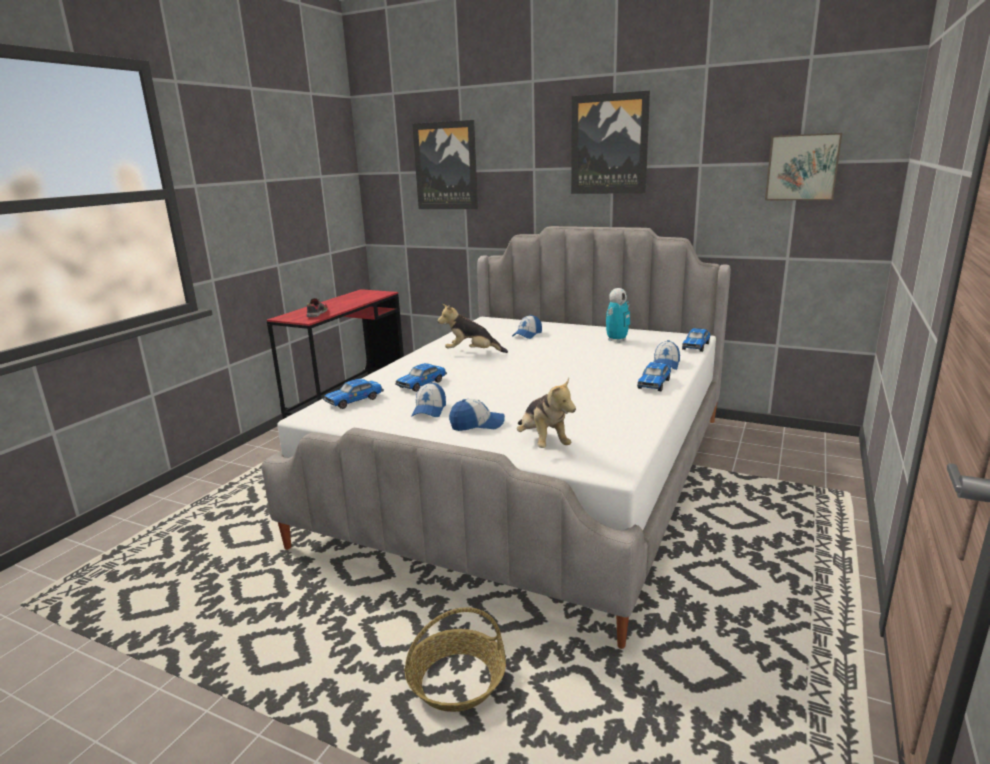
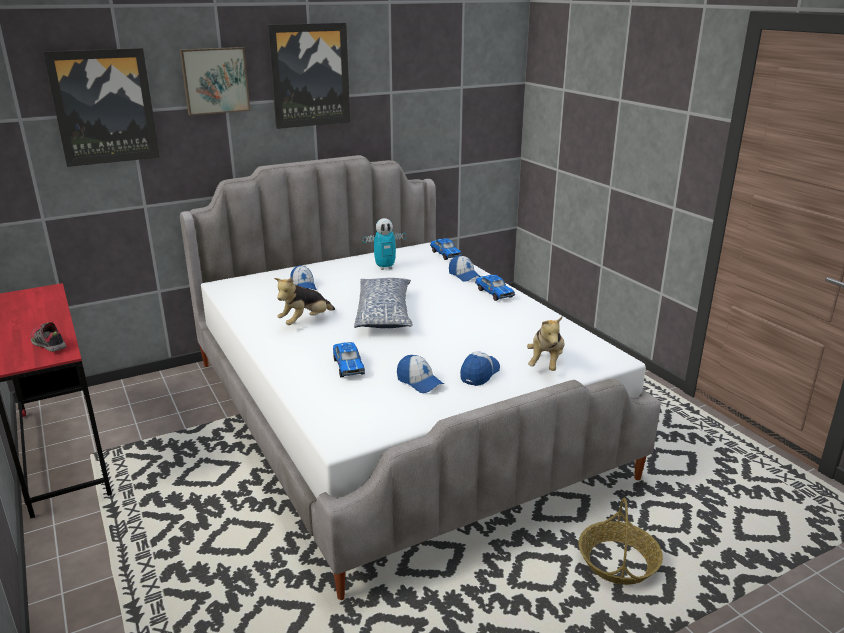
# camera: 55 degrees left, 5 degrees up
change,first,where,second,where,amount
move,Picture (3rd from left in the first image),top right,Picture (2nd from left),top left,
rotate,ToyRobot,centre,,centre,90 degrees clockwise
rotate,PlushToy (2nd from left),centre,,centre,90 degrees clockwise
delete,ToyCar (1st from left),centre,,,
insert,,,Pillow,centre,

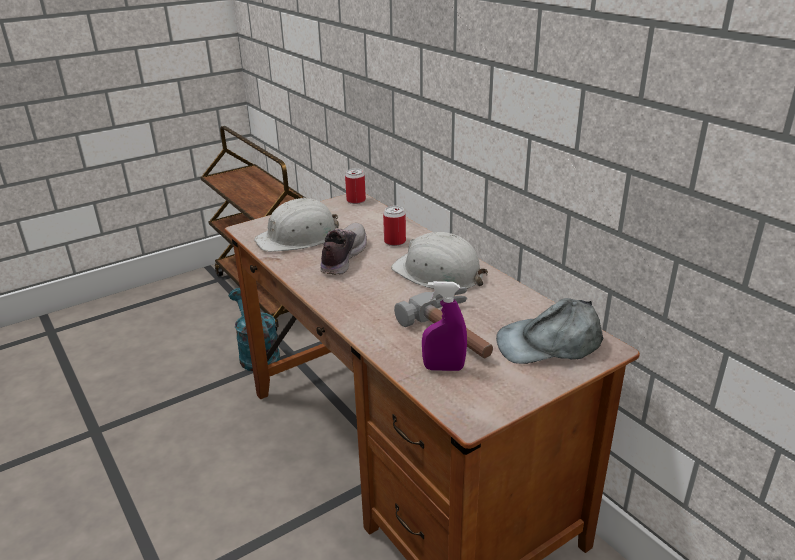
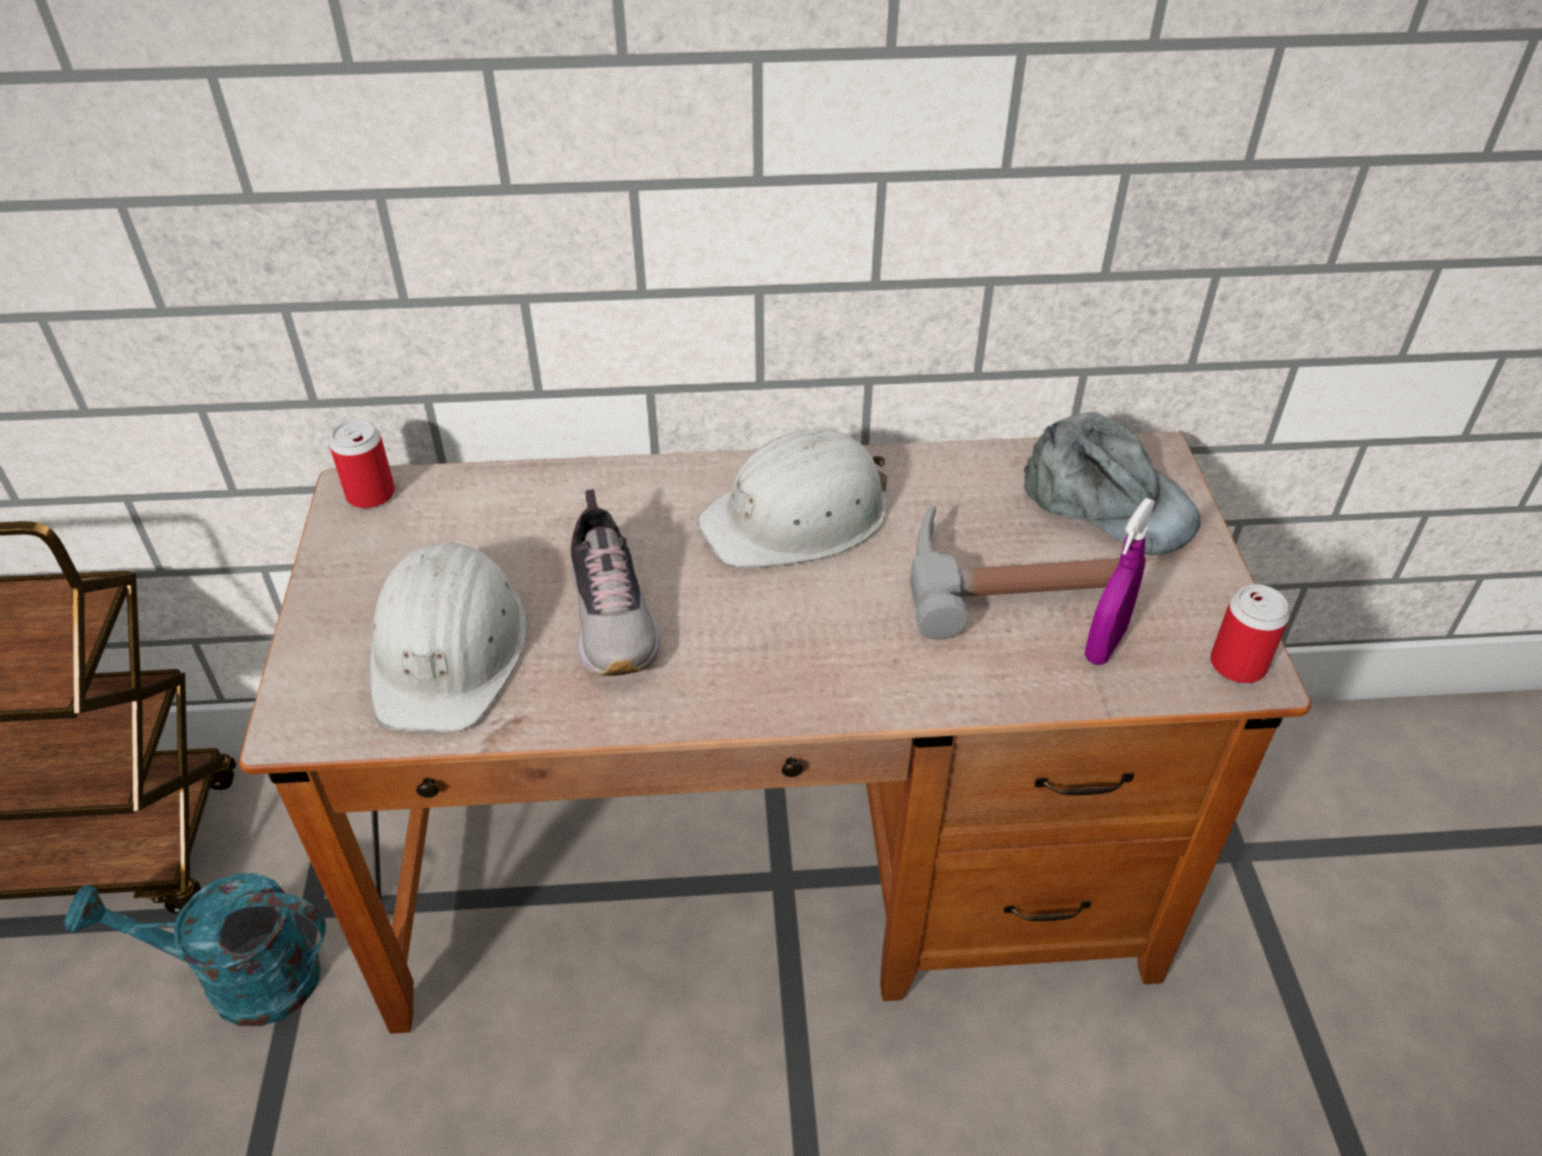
# camera: 60 degrees left, 15 degrees up
change,first,where,second,where,amount
move,Can (2nd from left),centre,,middle right,
rotate,Shoe,centre,,centre,150 degrees counterclockwise
rotate,GreyCap,middle right,,middle right,75 degrees counterclockwise

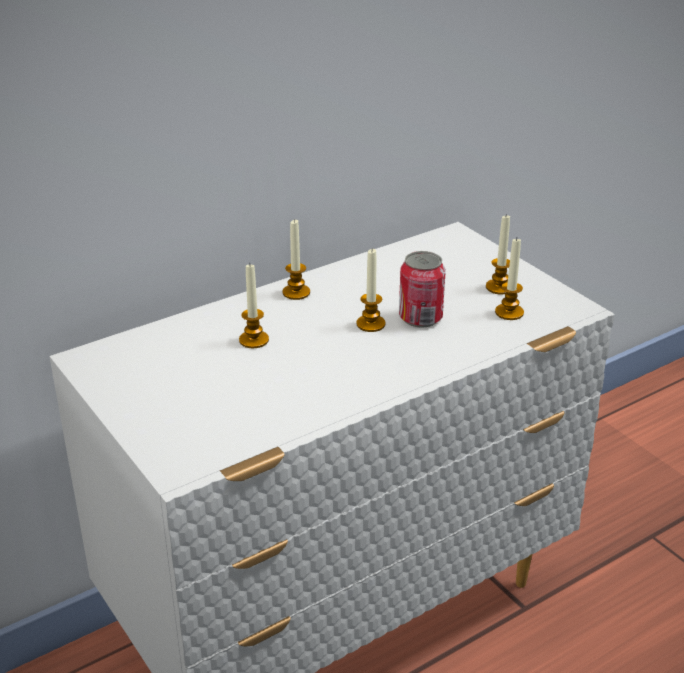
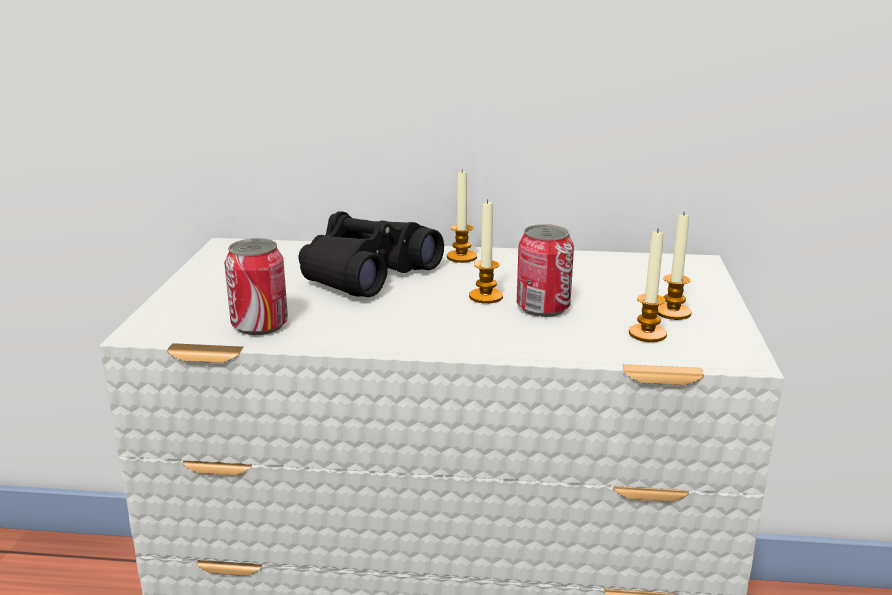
# camera: 40 degrees right, 10 degrees down
change,first,where,second,where,amount
replace,Candle (1st from left),centre,BlackBinoculars,centre,
insert,,,Can (1st from left),middle left,

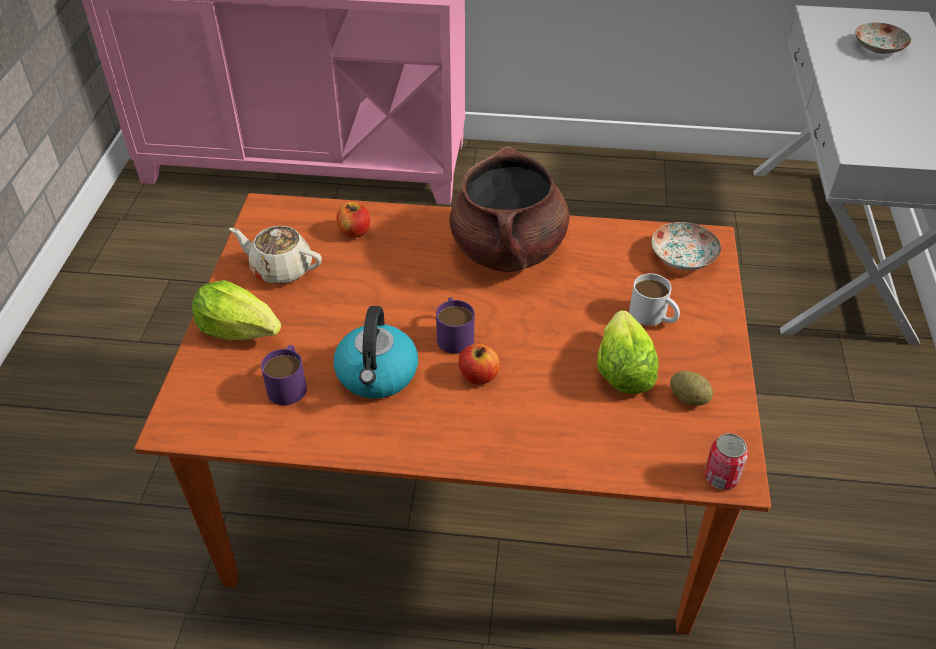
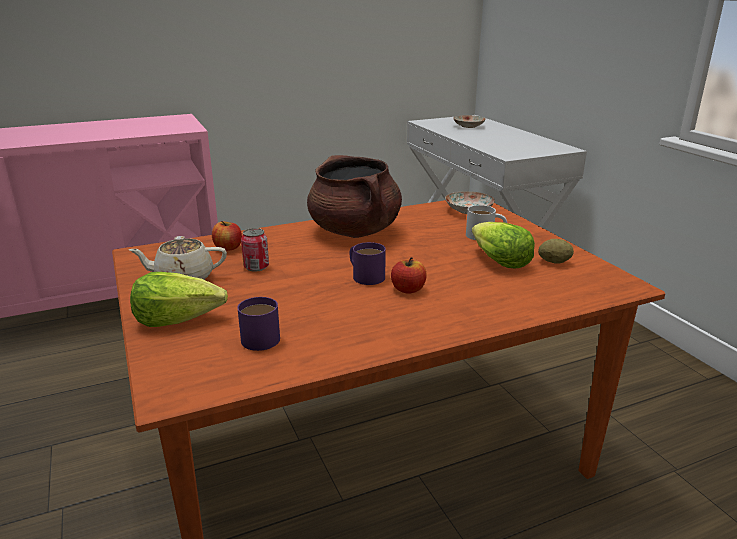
# camera: 30 degrees left, 20 degrees down
change,first,where,second,where,amount
delete,Kettle,centre,,,
move,Can,bottom right,,centre,

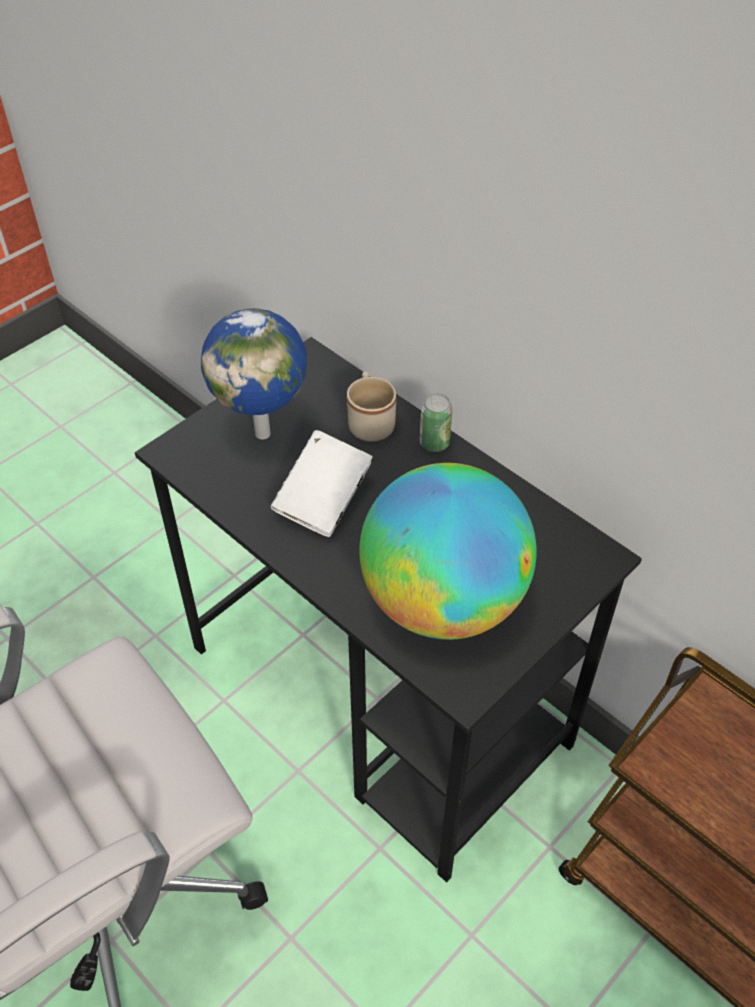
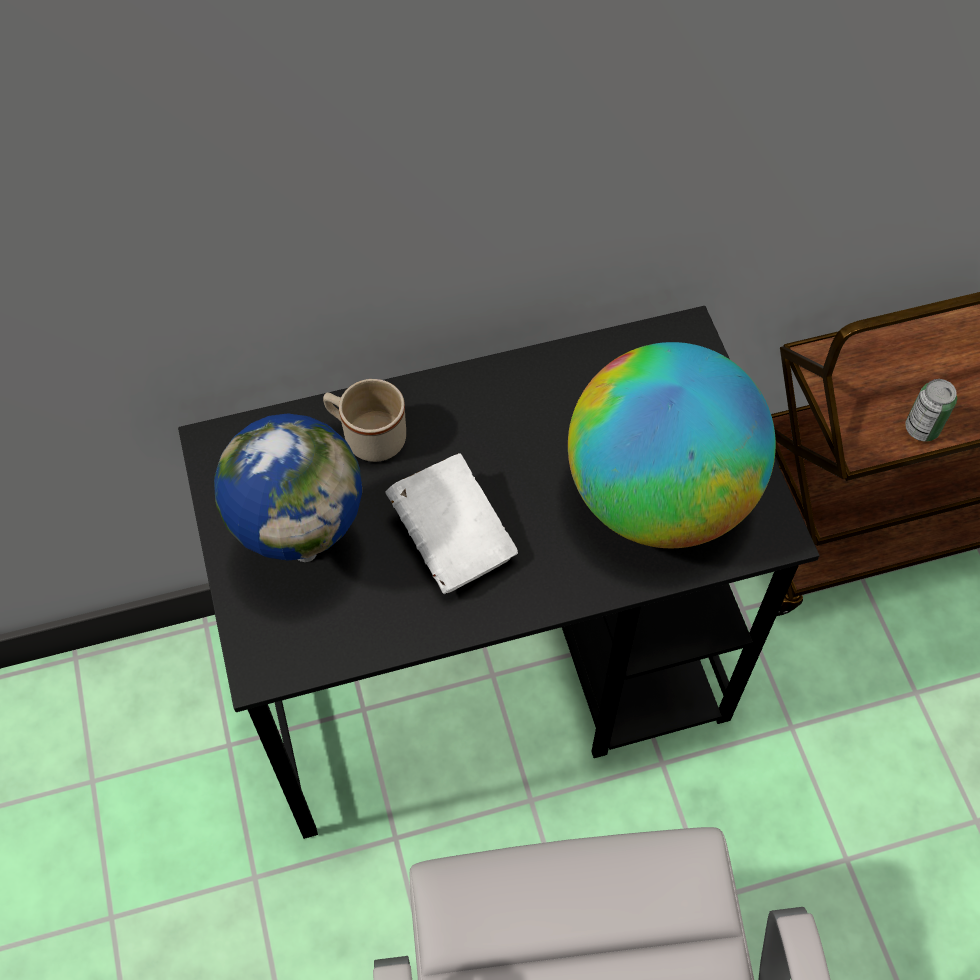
# camera: 60 degrees left, 10 degrees up
change,first,where,second,where,amount
move,Can,centre,,middle right,

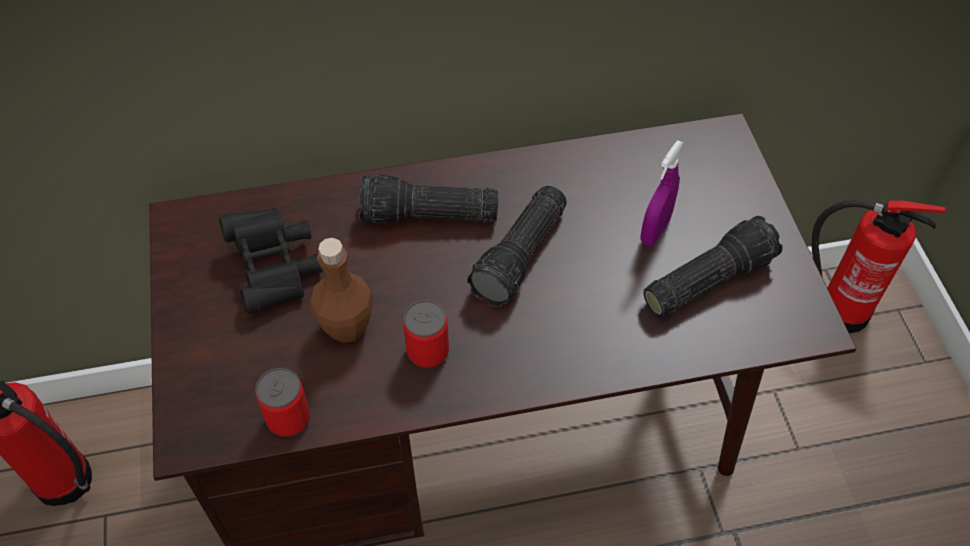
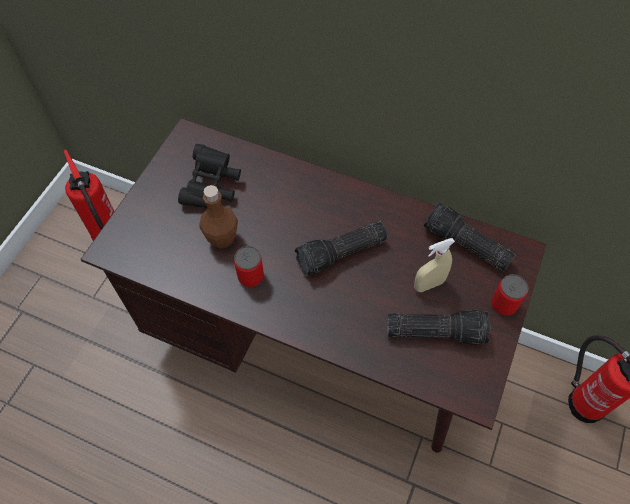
# camera: 35 degrees right, 5 degrees up
change,first,where,second,where,amount
recolor,PurpleSprayBottle,middle right,BeigeSprayBottle,middle right,
move,Flashlight (1st from left in the first image),centre,Flashlight (3rd from left),middle right,
move,Can (1st from left in the first image),bottom left,Can (2nd from left),middle right,

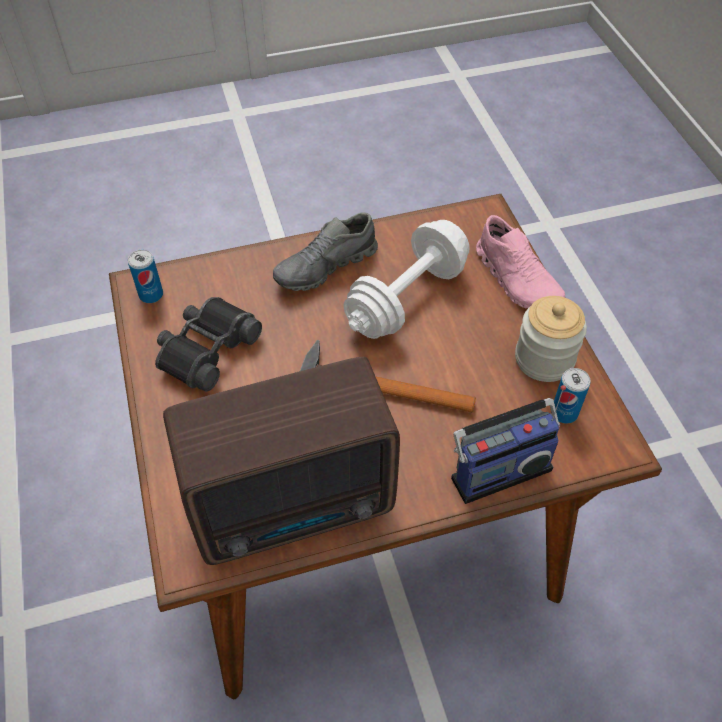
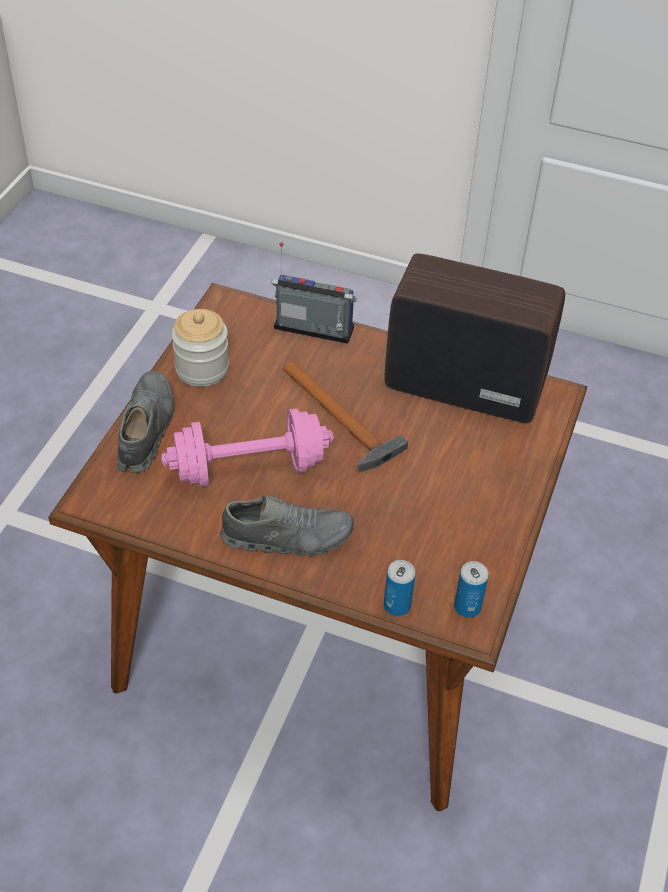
# camera: 145 degrees left, 5 degrees down
change,first,where,second,where,amount
recolor,PinkShoe,middle right,GreyShoe (1st from left),middle left,
recolor,WhiteDumbbell,centre,PinkDumbbell,centre,
delete,BlackBinoculars,middle left,,,
move,Can (2nd from left in the first image),middle right,Can (1st from left),centre,

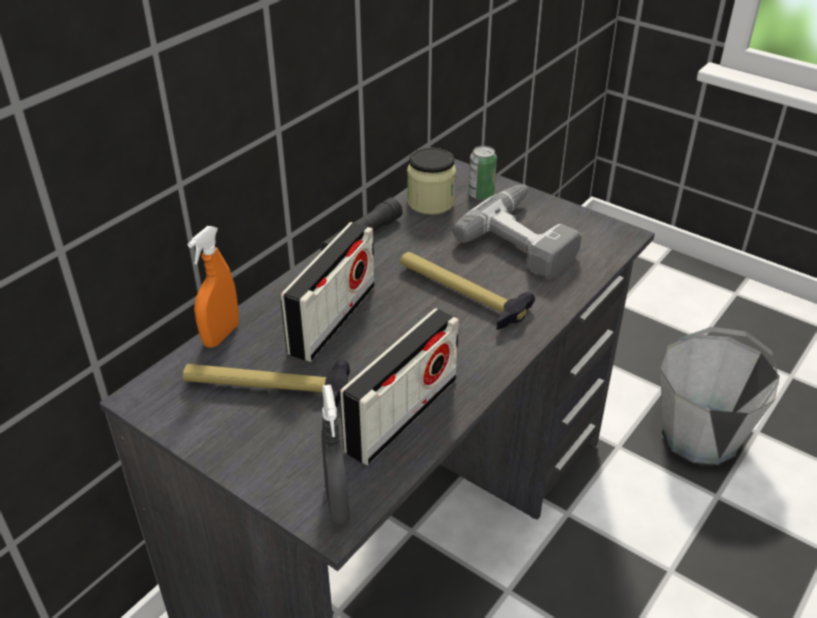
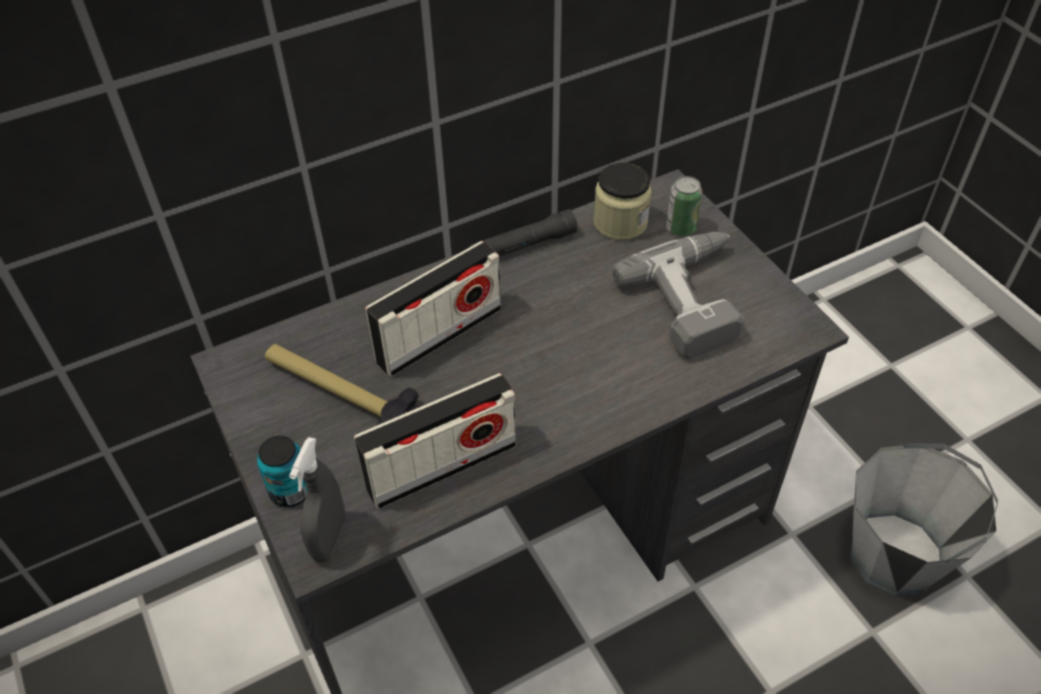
# camera: 25 degrees right, 10 degrees up
change,first,where,second,where,amount
delete,OrangeSprayBottle,middle left,,,
delete,Hammer (2nd from left),centre,,,
insert,,,Can (1st from left),bottom left,

